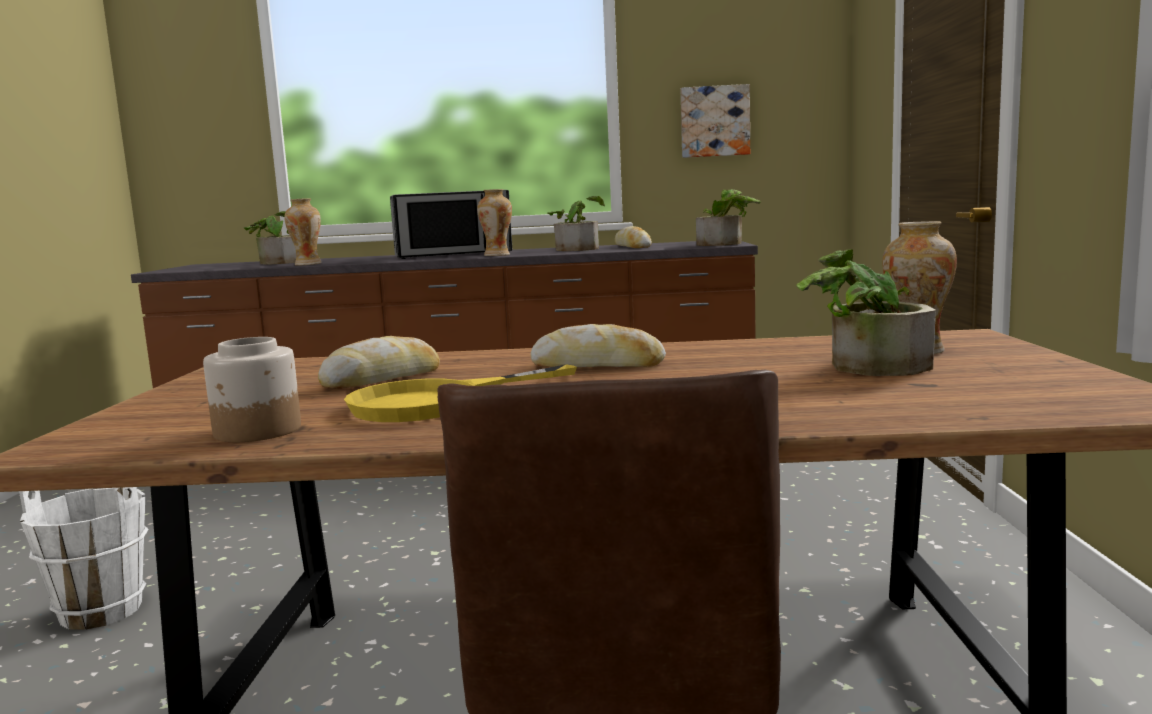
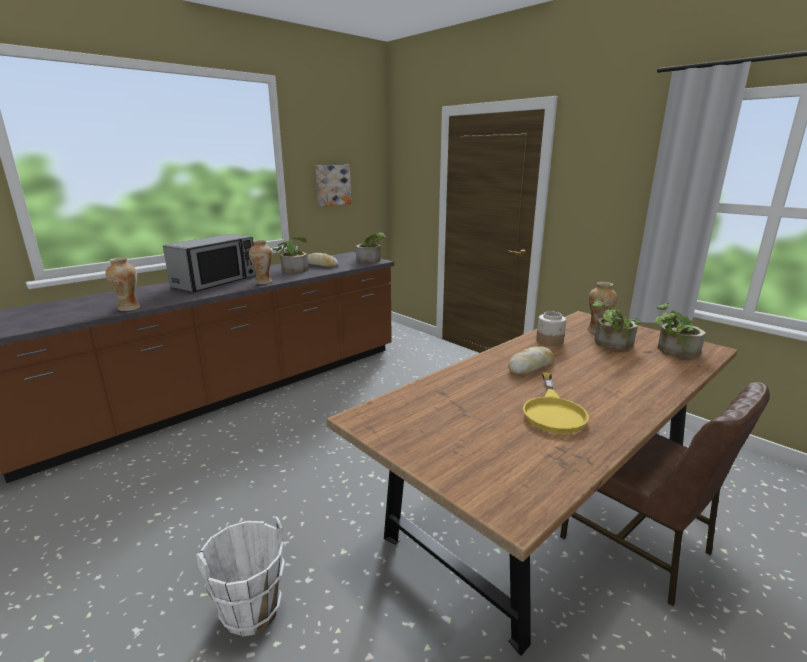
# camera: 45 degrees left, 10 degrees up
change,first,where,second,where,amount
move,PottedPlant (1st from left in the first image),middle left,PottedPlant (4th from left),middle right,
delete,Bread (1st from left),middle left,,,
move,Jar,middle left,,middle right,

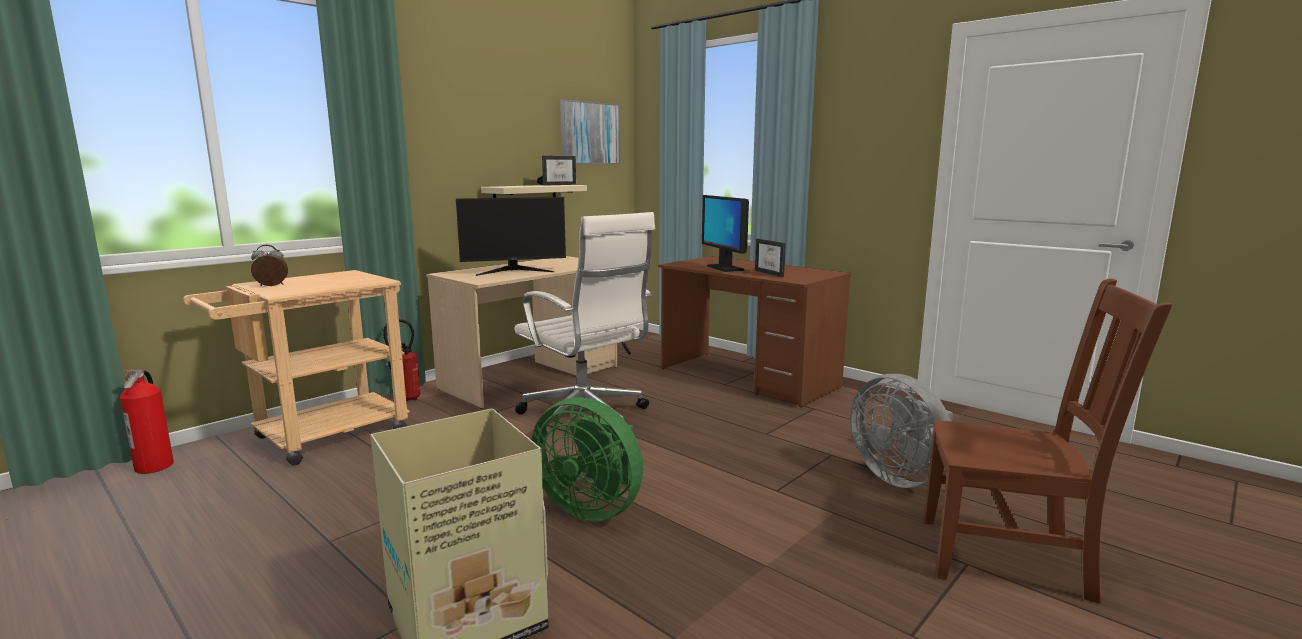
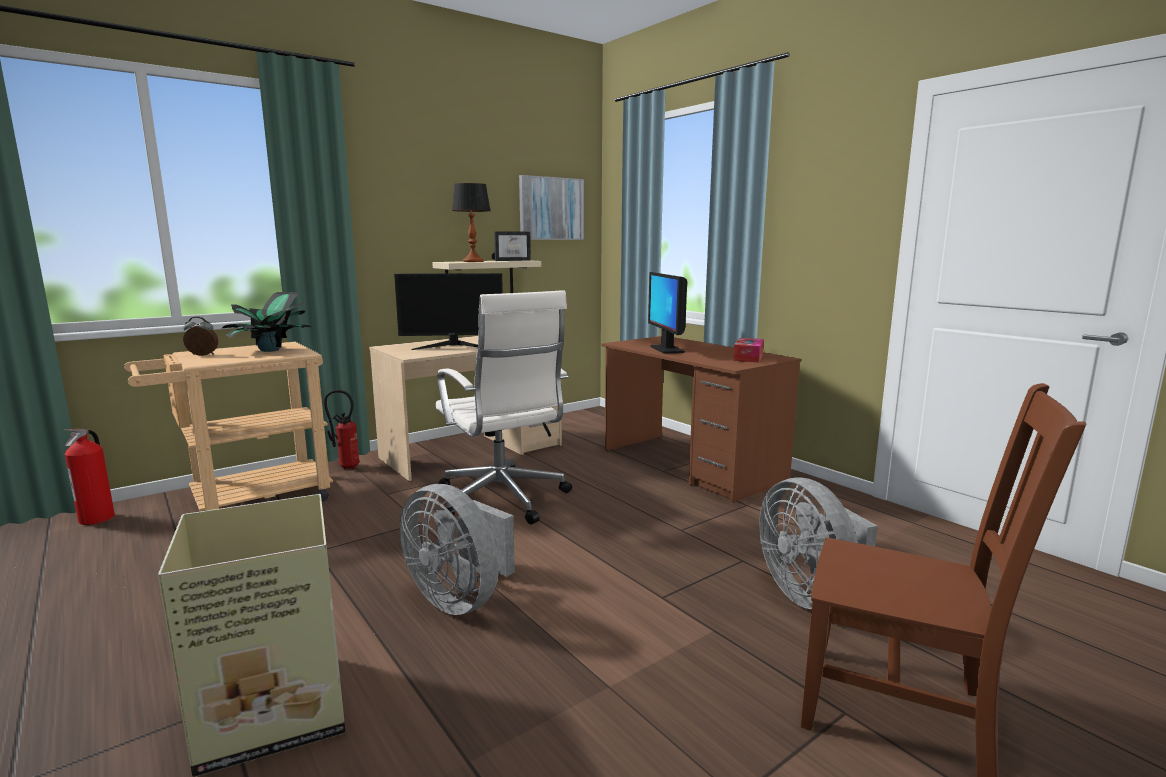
# camera: 10 degrees right, 0 degrees up
change,first,where,second,where,amount
delete,PictureFrame (2nd from left),centre,,,
recolor,GreenFan,bottom centre,GreyFan (1st from left),bottom centre,
insert,,,TableLamp,top centre,
insert,,,PottedPlant,middle left,
insert,,,TissueBox,centre,

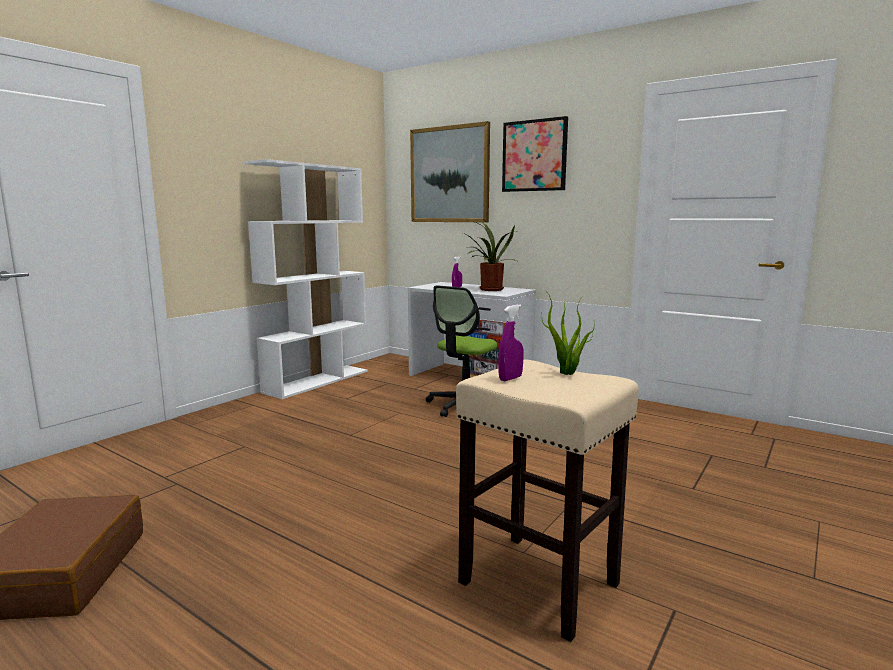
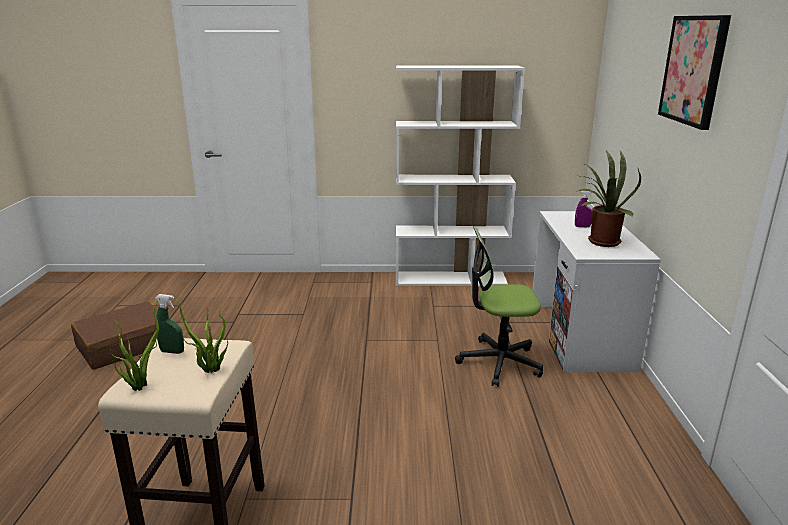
# camera: 55 degrees right, 10 degrees up
change,first,where,second,where,amount
delete,Picture (1st from left),top centre,,,
recolor,PurpleSprayBottle (2nd from left),centre,GreenSprayBottle,middle left,
insert,,,PottedPlant (1st from left),middle left,

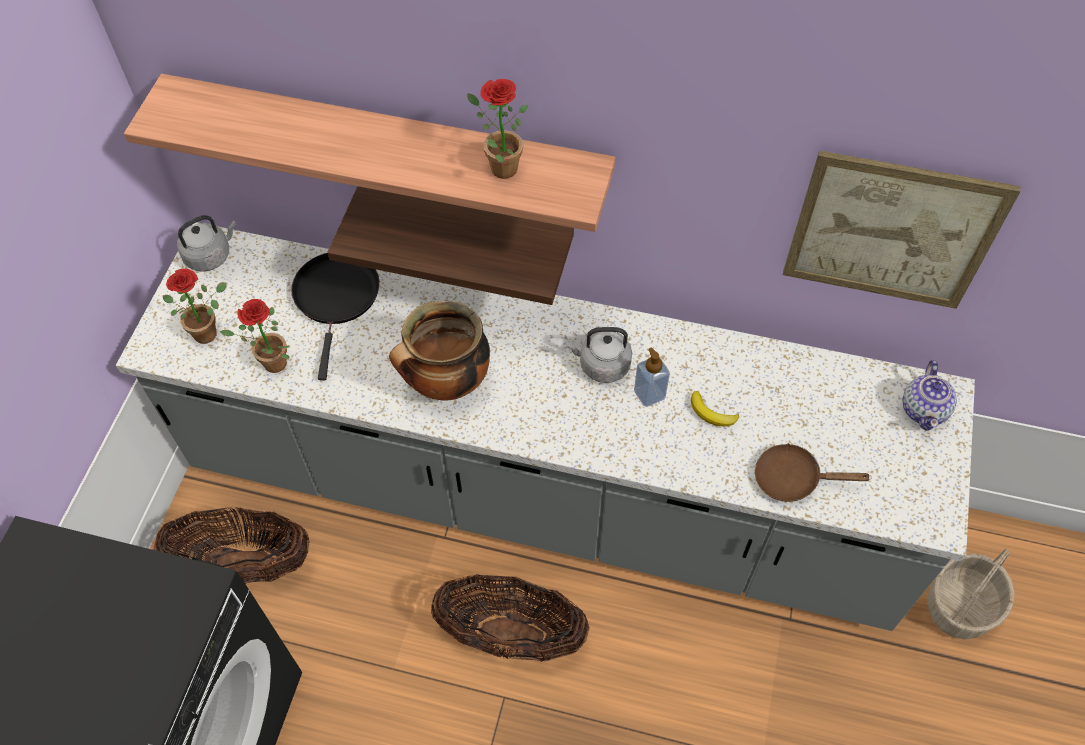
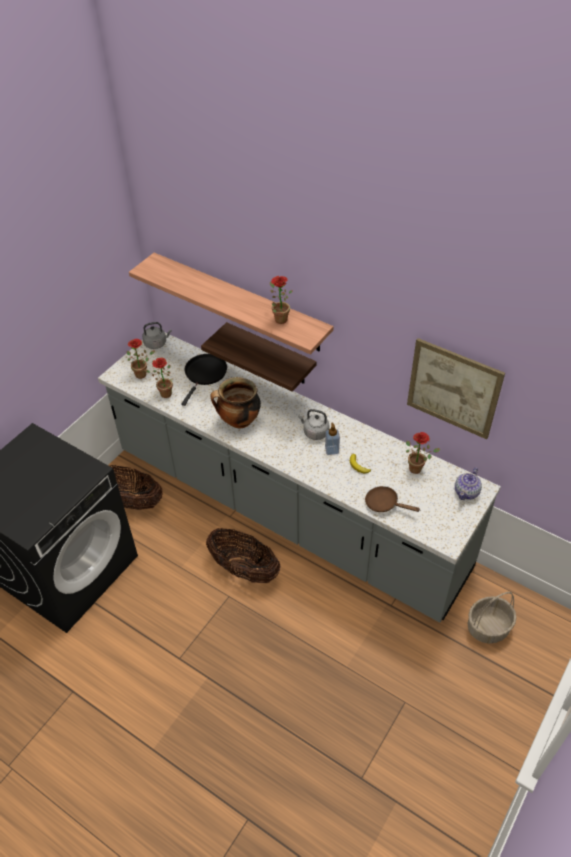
# camera: 20 degrees right, 10 degrees down
change,first,where,second,where,amount
insert,,,PottedPlant (4th from left),middle right,

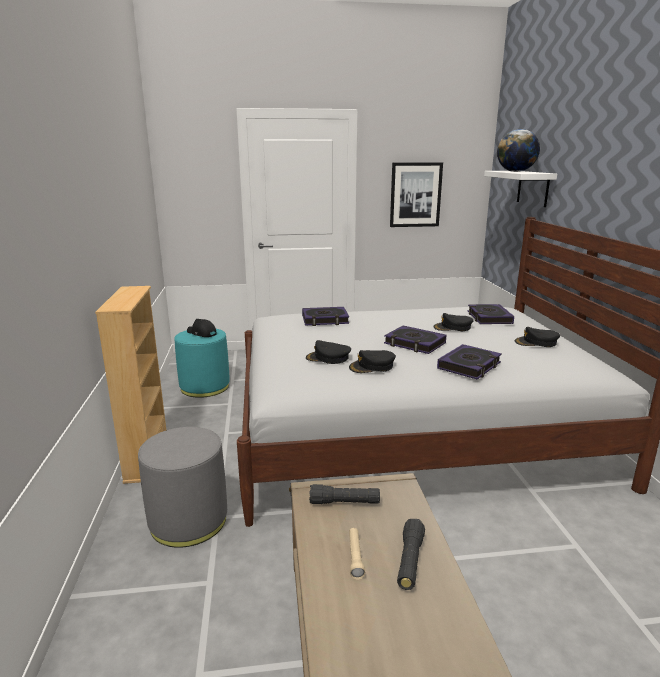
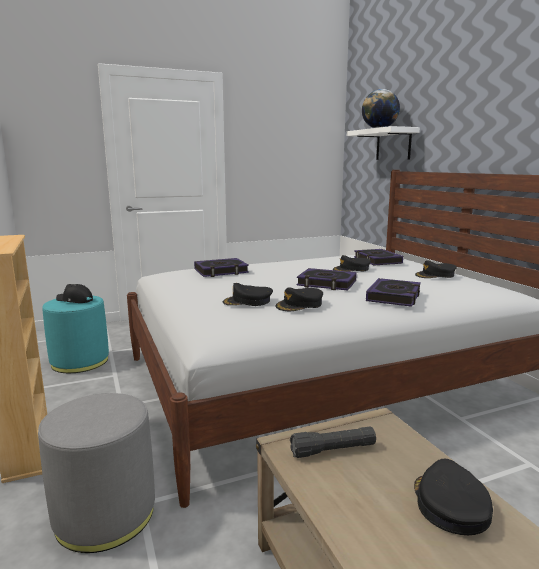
# camera: 15 degrees left, 5 degrees down
change,first,where,second,where,amount
delete,Picture,top centre,,,
replace,BlackFlashlight (2nd from left),bottom centre,BlackCap (6th from left),bottom right,
delete,BeigeFlashlight,bottom centre,,,

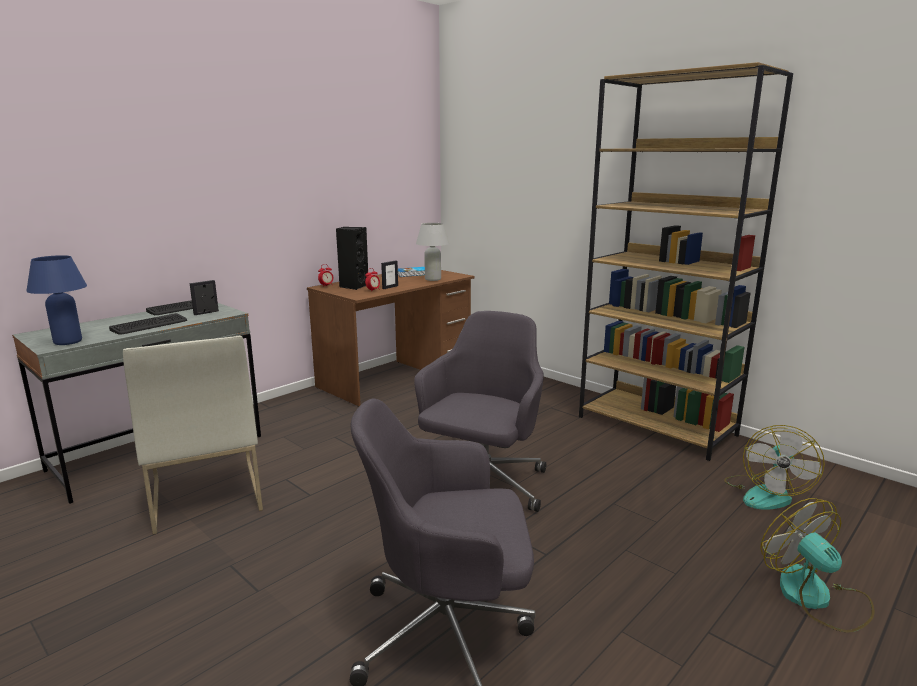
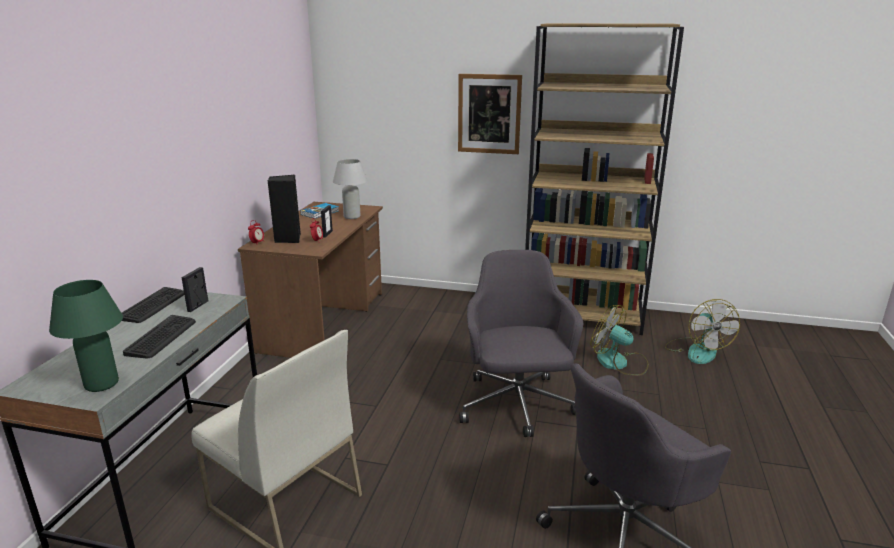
# camera: 30 degrees left, 5 degrees up
change,first,where,second,where,amount
recolor,BlueTableLamp,middle left,GreenTableLamp,middle left,
move,Fan (2nd from left in the first image),bottom right,Fan (1st from left),middle right,
insert,,,Picture,top centre,

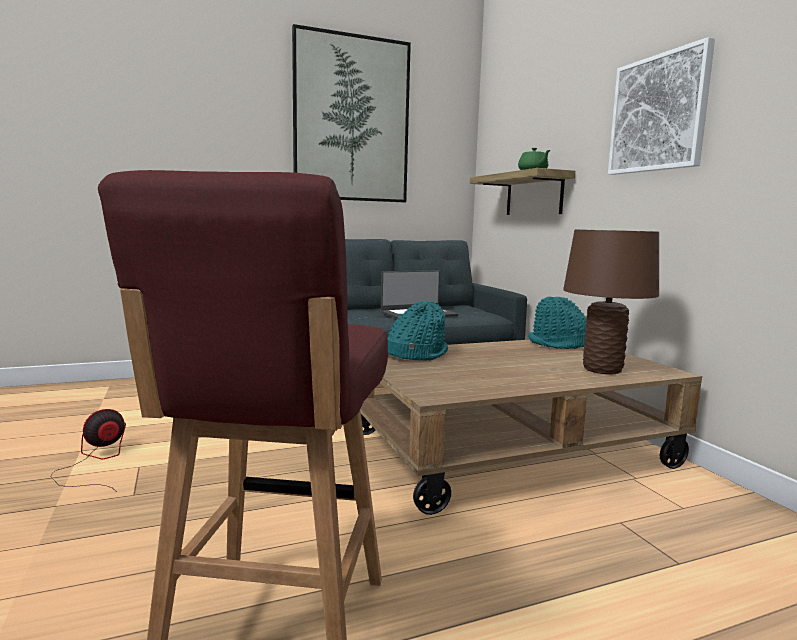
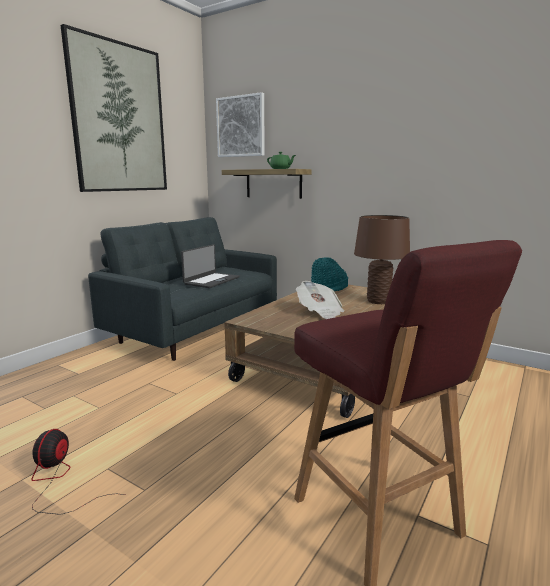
# camera: 35 degrees left, 5 degrees up
change,first,where,second,where,amount
move,Picture (2nd from left),top right,,top centre,
delete,TurquoiseHat (1st from left),centre,,,
insert,,,Newspaper,centre,

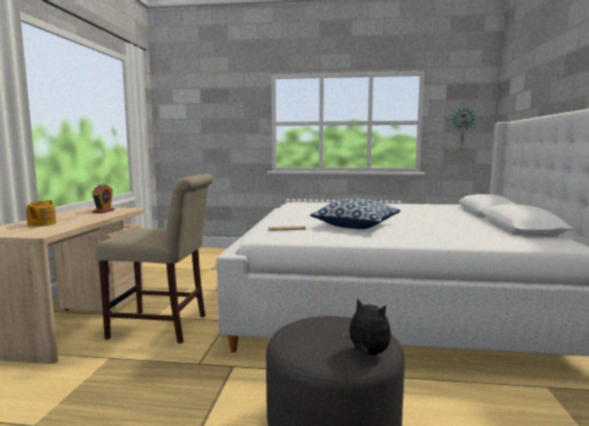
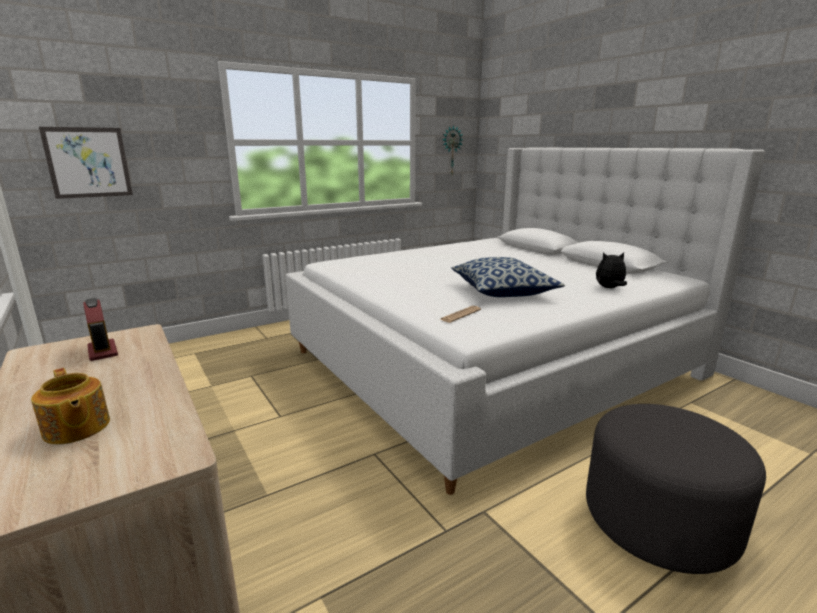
# camera: 40 degrees left, 10 degrees up
change,first,where,second,where,amount
delete,BeigeChair,middle left,,,
move,PlushToy,bottom centre,,middle right,
insert,,,Picture,top left,

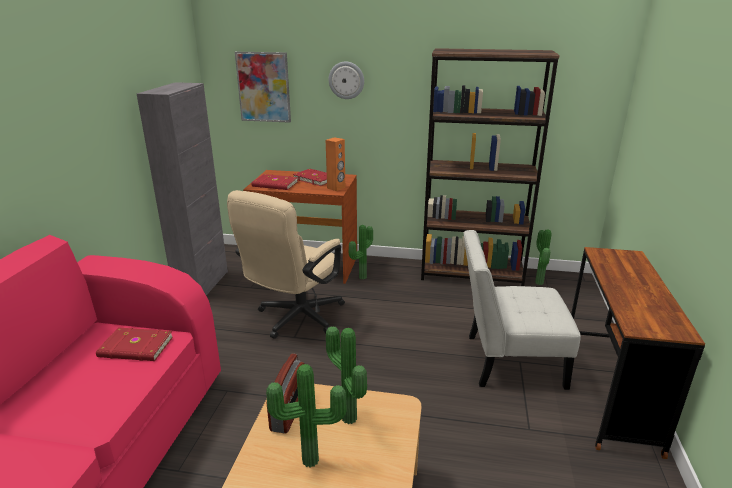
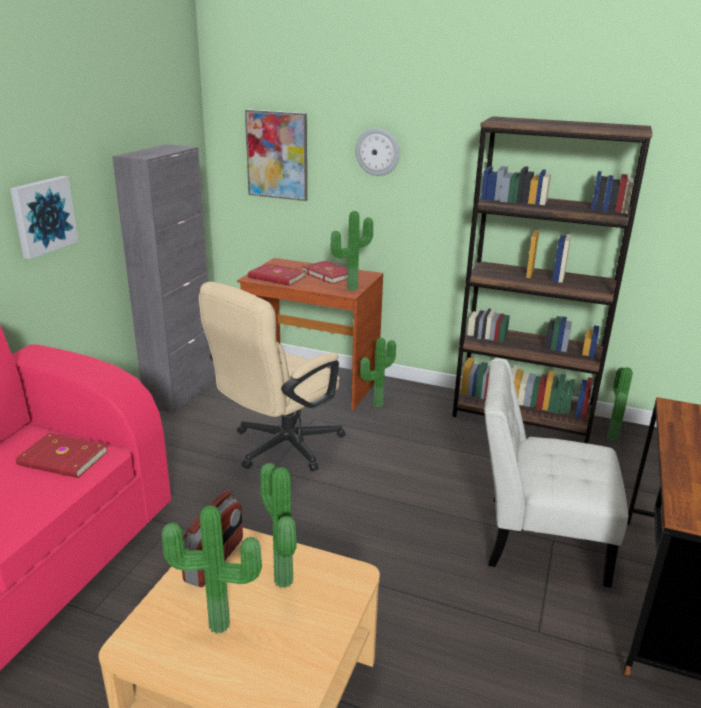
# camera: 10 degrees right, 0 degrees up
change,first,where,second,where,amount
replace,OrangeSpeaker,centre,PottedPlant (3rd from left),centre,
insert,,,Picture (1st from left),top left,

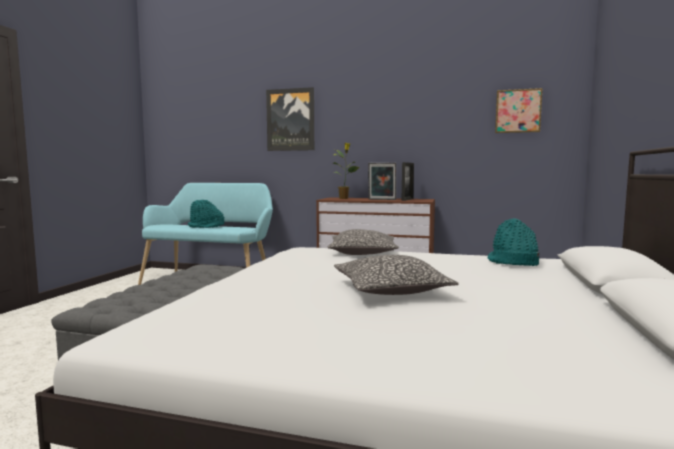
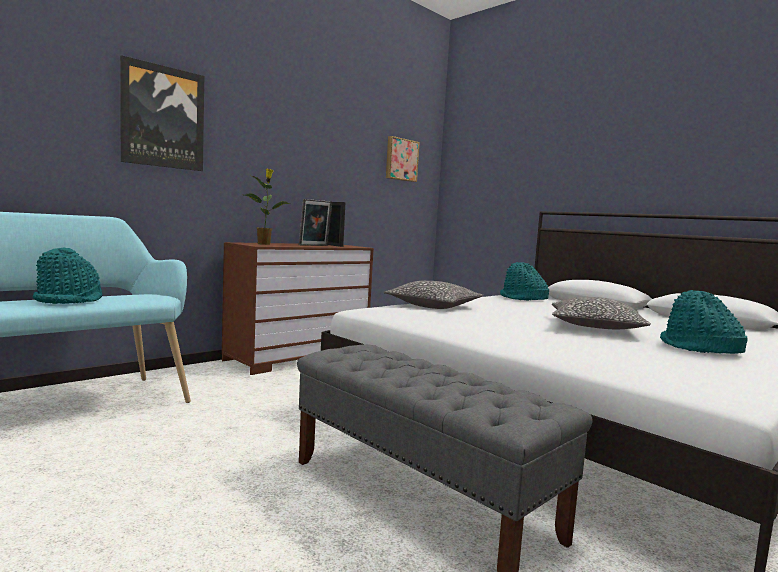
# camera: 60 degrees left, 0 degrees up
change,first,where,second,where,amount
insert,,,TurquoiseHat (3rd from left),middle right,

